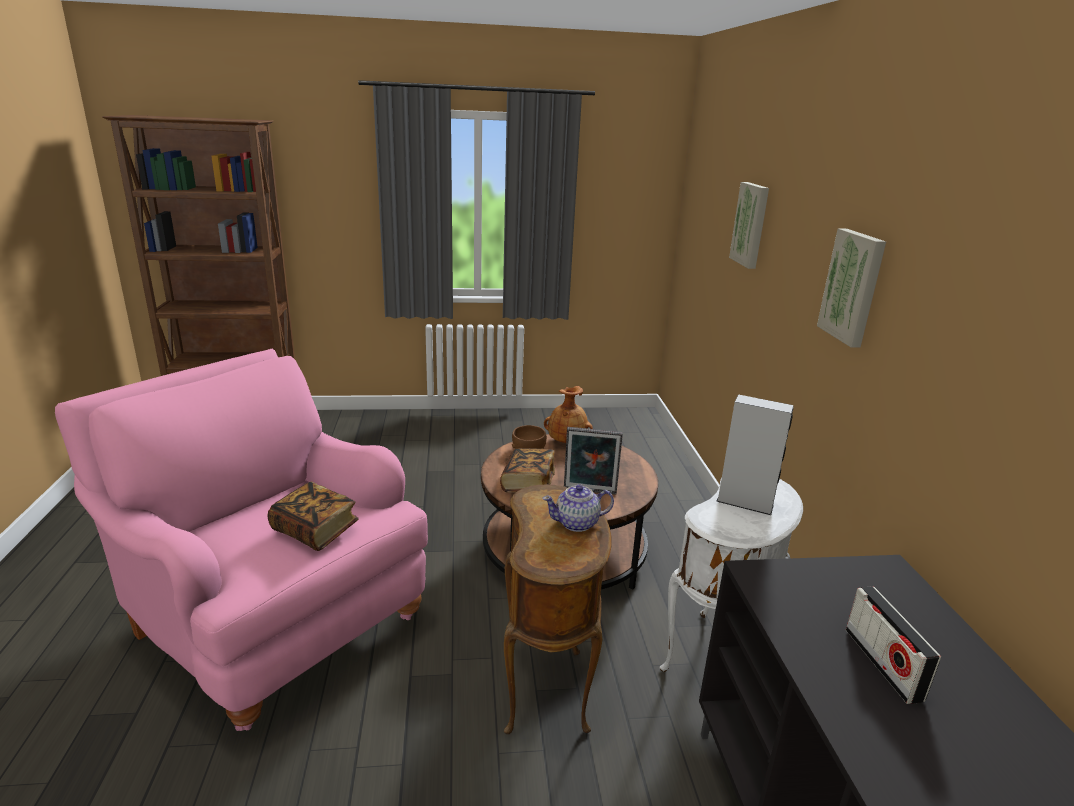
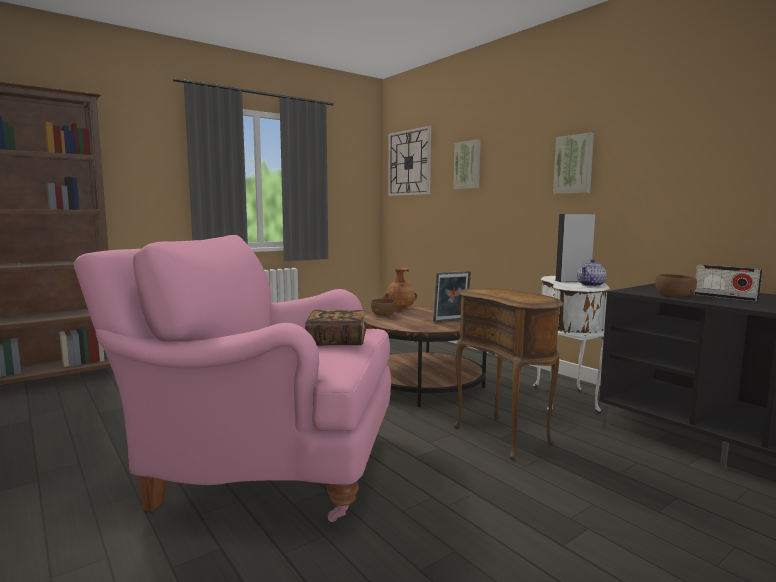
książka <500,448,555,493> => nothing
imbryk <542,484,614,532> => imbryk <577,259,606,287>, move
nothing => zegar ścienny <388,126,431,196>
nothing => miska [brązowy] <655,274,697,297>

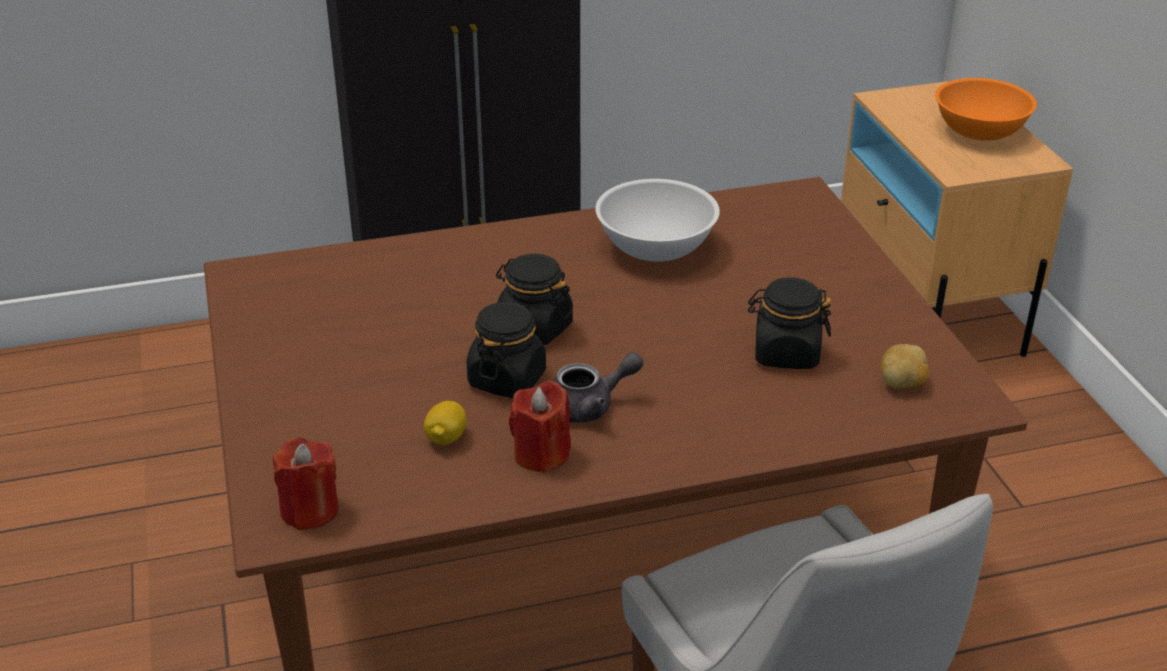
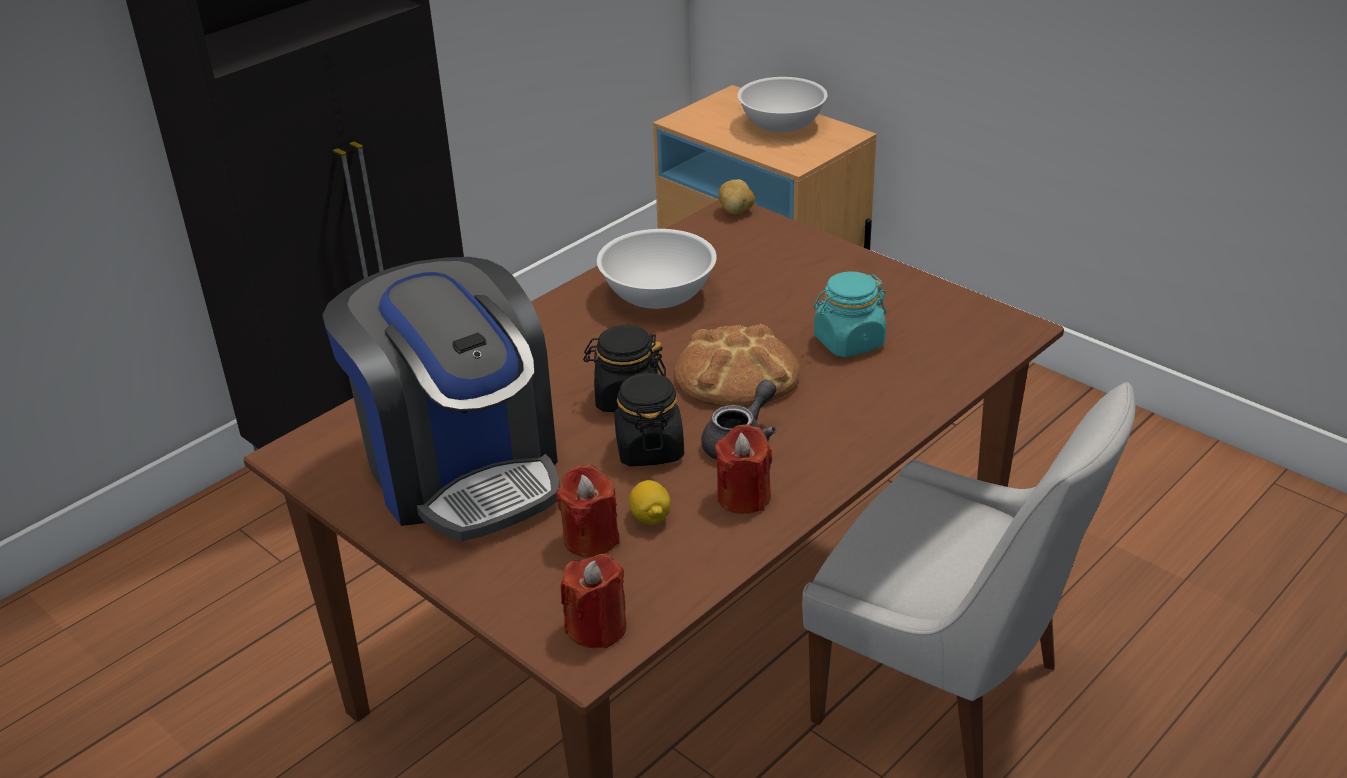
słoik [czarny] <748,277,832,369> => słoik [turkusowy] <813,271,886,357>
ziemniak <881,344,929,389> => ziemniak <718,179,755,215>, move
miska [pomarańczowy] <935,78,1037,141> => miska [biały] <737,77,827,132>
nothing => ekspres do kawy <322,257,560,541>
nothing => świeca [czerwony] <556,465,620,557>
nothing => chleb <675,324,800,407>

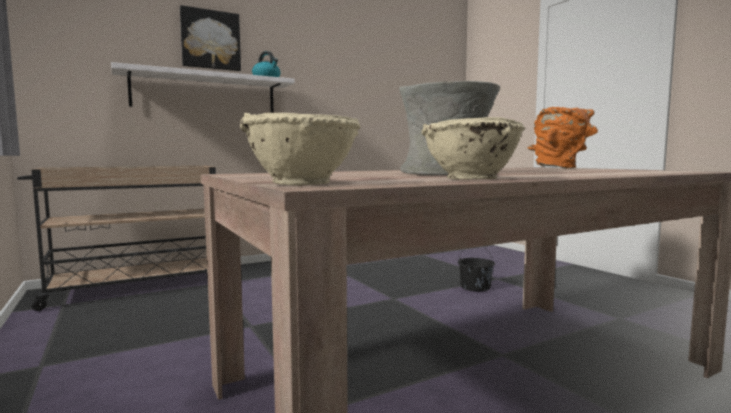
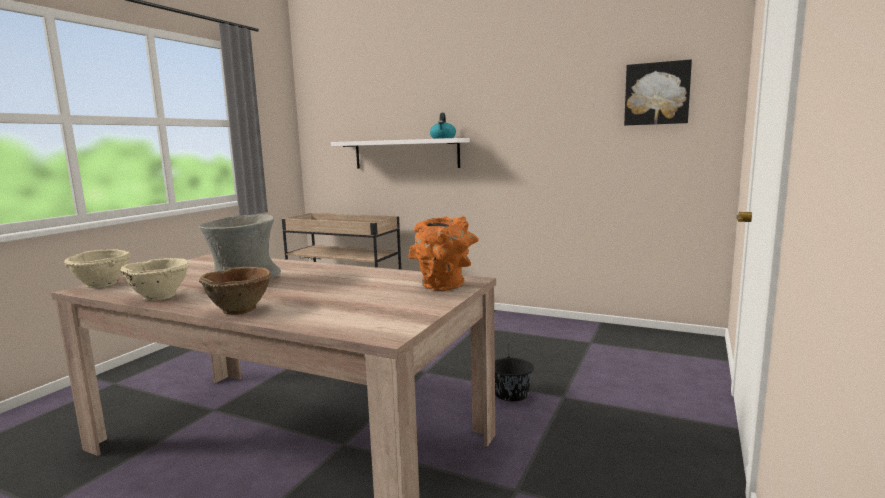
obraz <180,5,241,71> => obraz <624,59,692,125>, move
nothing => miska [brązowy] <199,267,272,315>

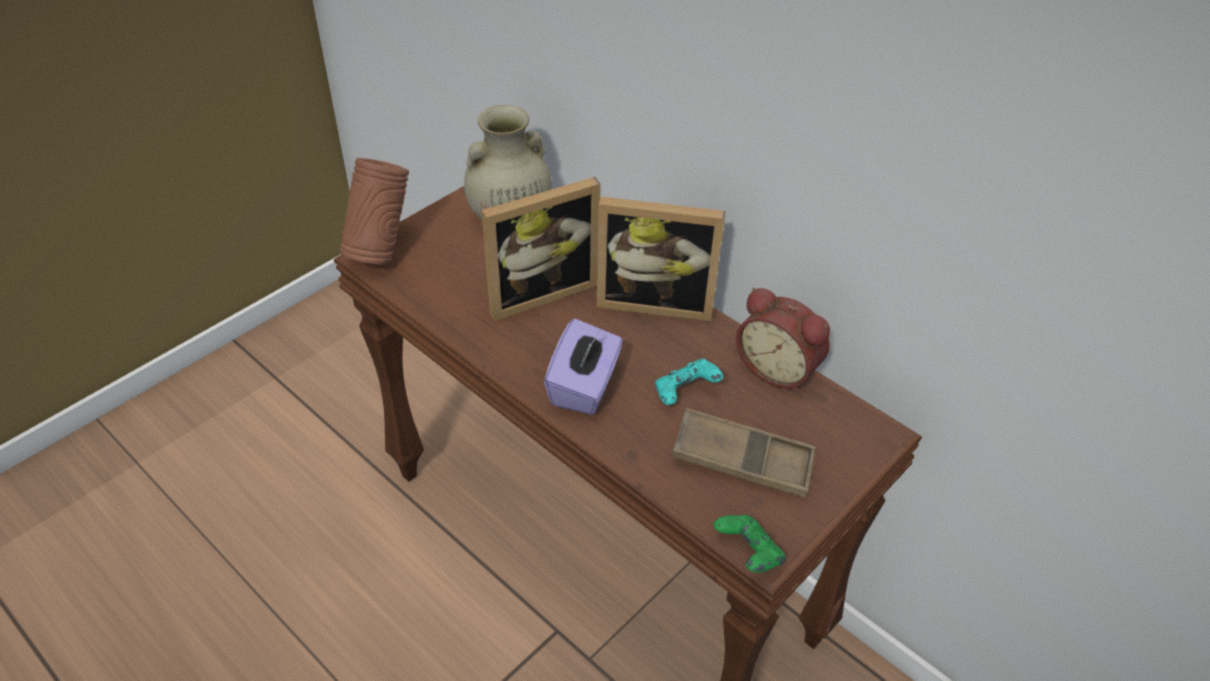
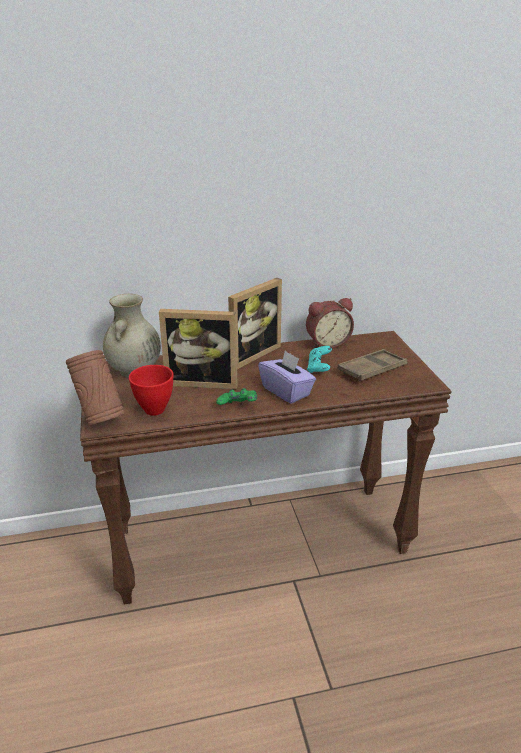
ramka na zdjęcie <481,177,601,321> => ramka na zdjęcie <159,309,238,390>, 90 degrees clockwise
pad do gier [zielony] <714,515,786,573> => pad do gier [zielony] <216,388,257,405>, move
nothing => miska [czerwony] <129,365,174,416>

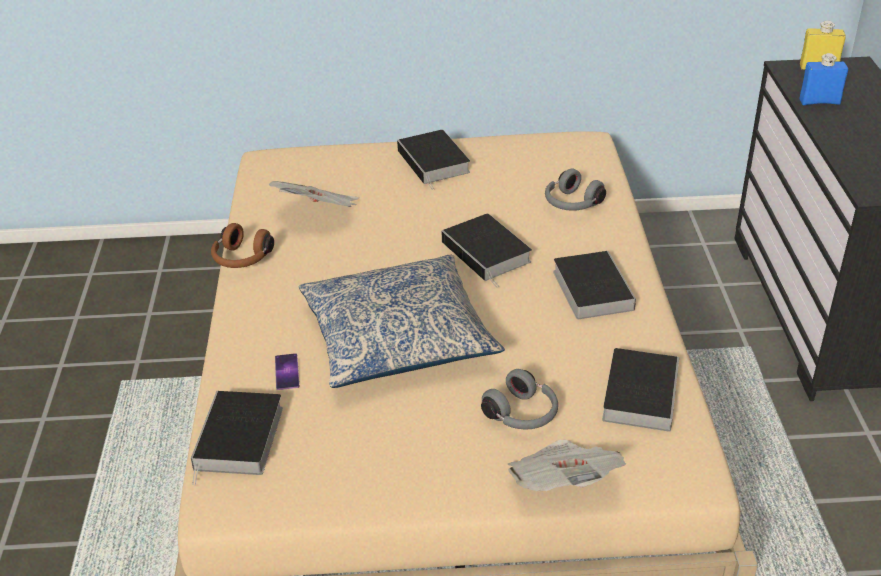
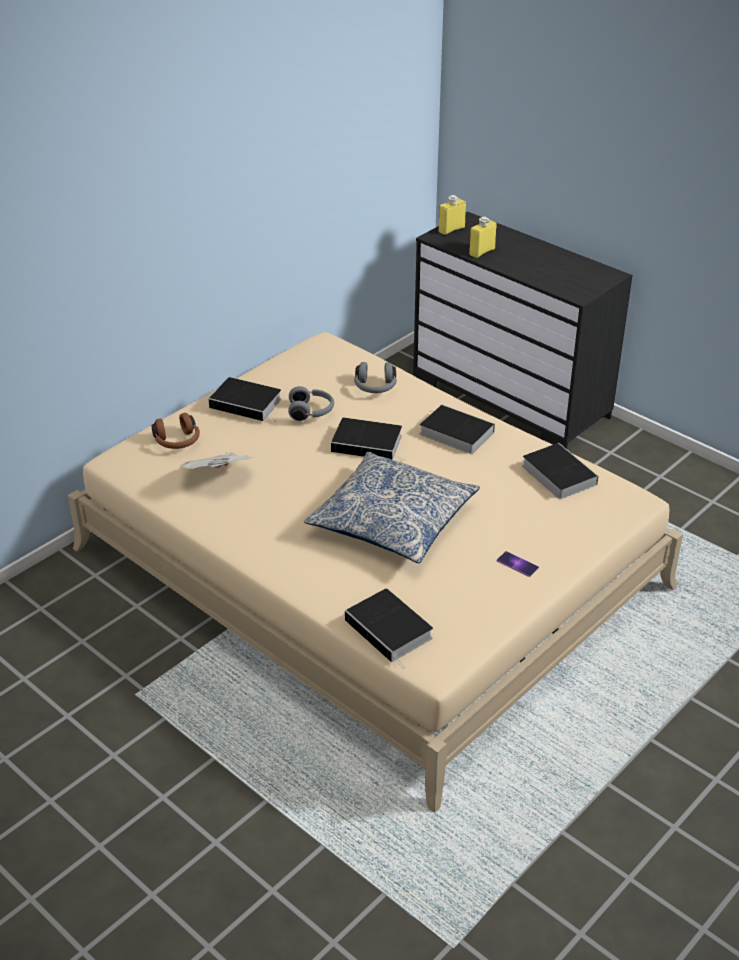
słuchawki [brązowy] <211,223,274,268> => słuchawki [brązowy] <152,413,200,449>, move
telefon <275,353,299,390> => telefon <497,551,539,577>, move
słuchawki [szary] <481,369,558,429> => słuchawki [szary] <288,386,334,421>, move
gazeta <507,439,626,491> => nothing
butelka [niebieski] <800,53,848,105> => butelka [żółty] <469,217,497,258>

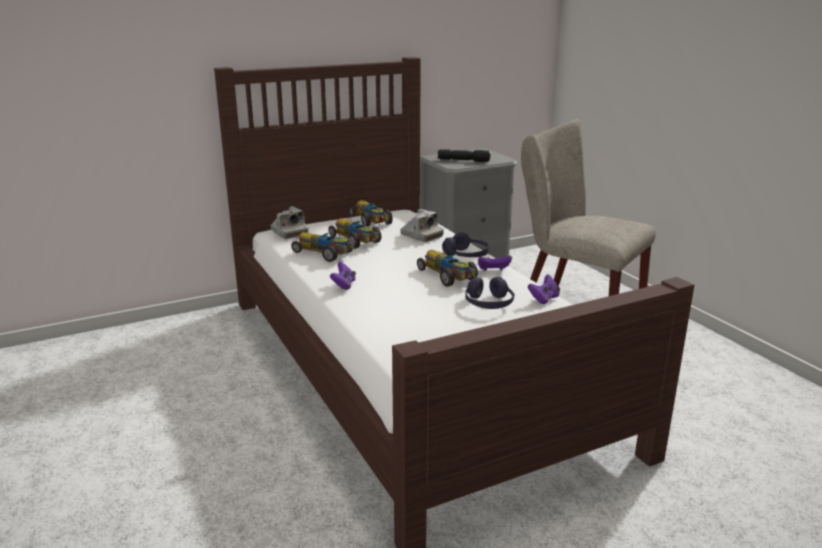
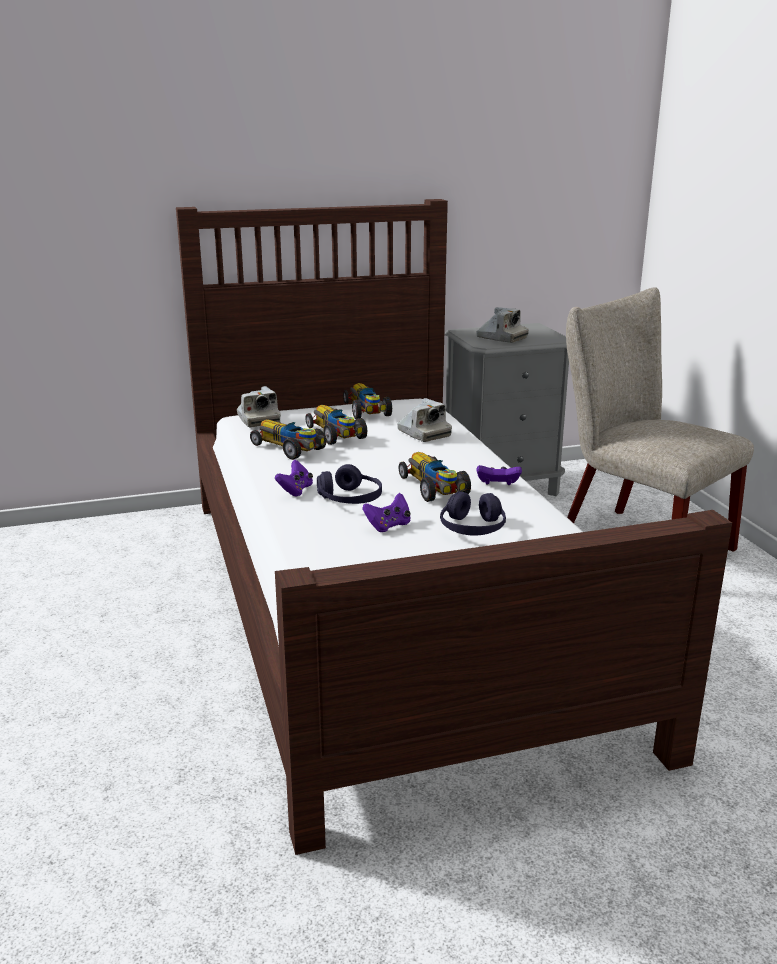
latarka [czarny] <438,149,490,162> => aparat fotograficzny <476,307,529,343>
słuchawki [fioletowy] <442,232,489,257> => słuchawki [fioletowy] <317,464,382,504>, move
pad do gier [fioletowy] <528,274,560,304> => pad do gier [fioletowy] <362,493,410,532>, move

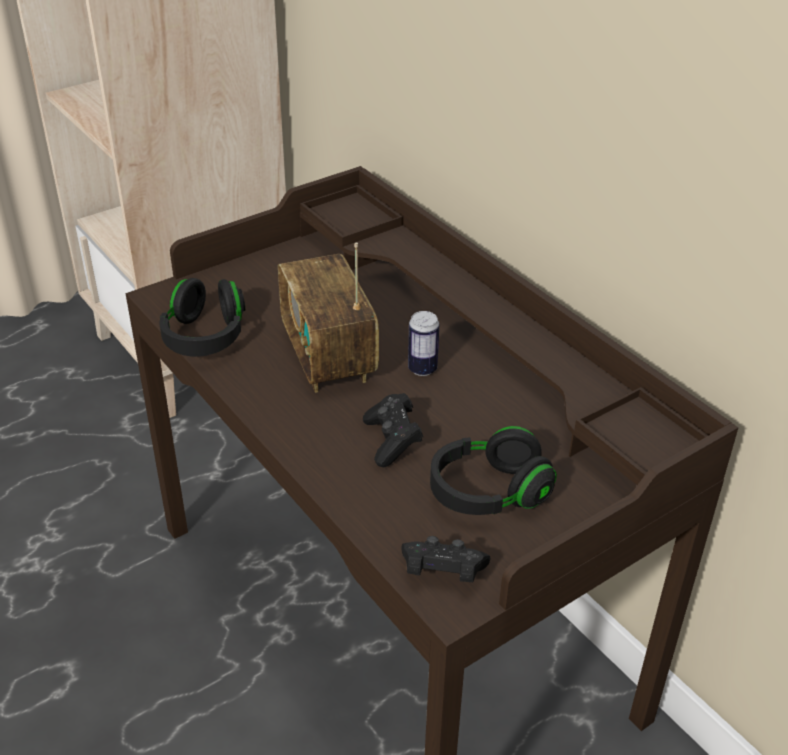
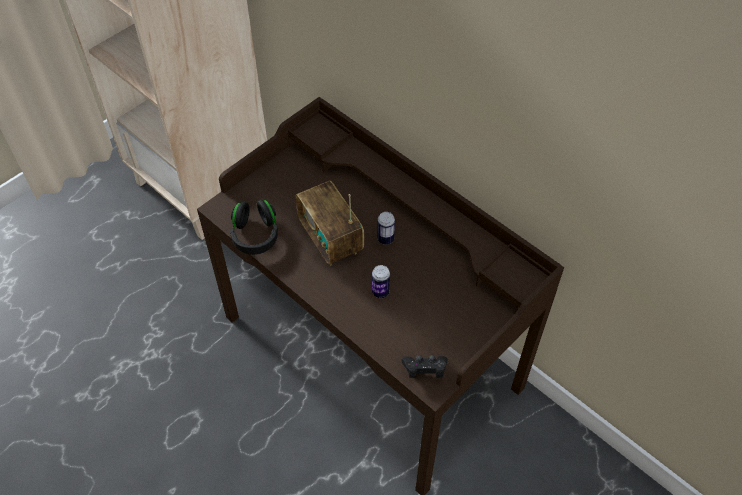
pad do gier [czarny] <363,393,423,467> => puszka <372,265,390,298>
słuchawki [czarny] <430,426,557,515> => nothing

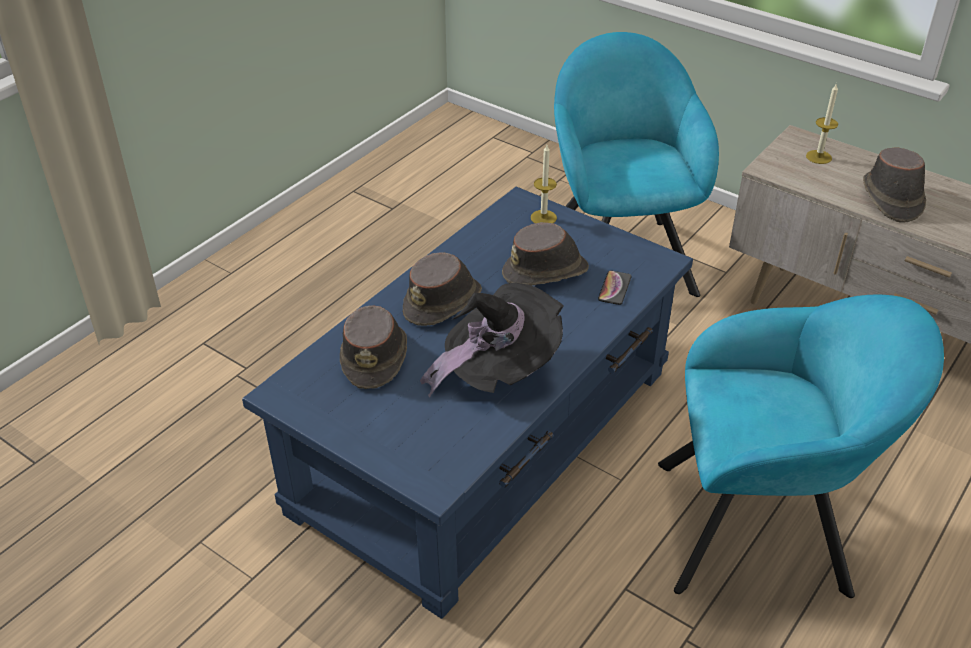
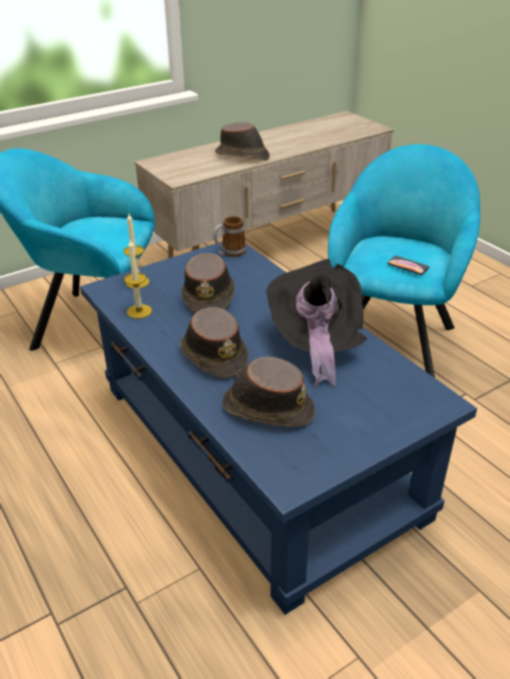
telefon <598,270,631,305> => telefon <387,256,429,275>, move
świeca <806,83,838,164> => świeca <124,240,152,319>, move
nothing => kubek <213,216,246,257>

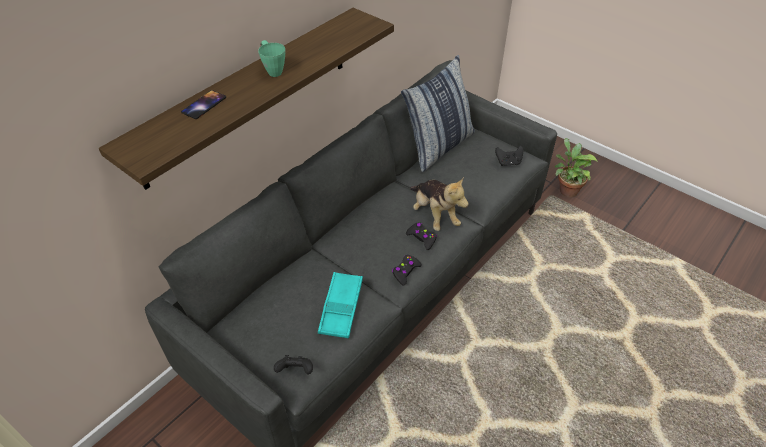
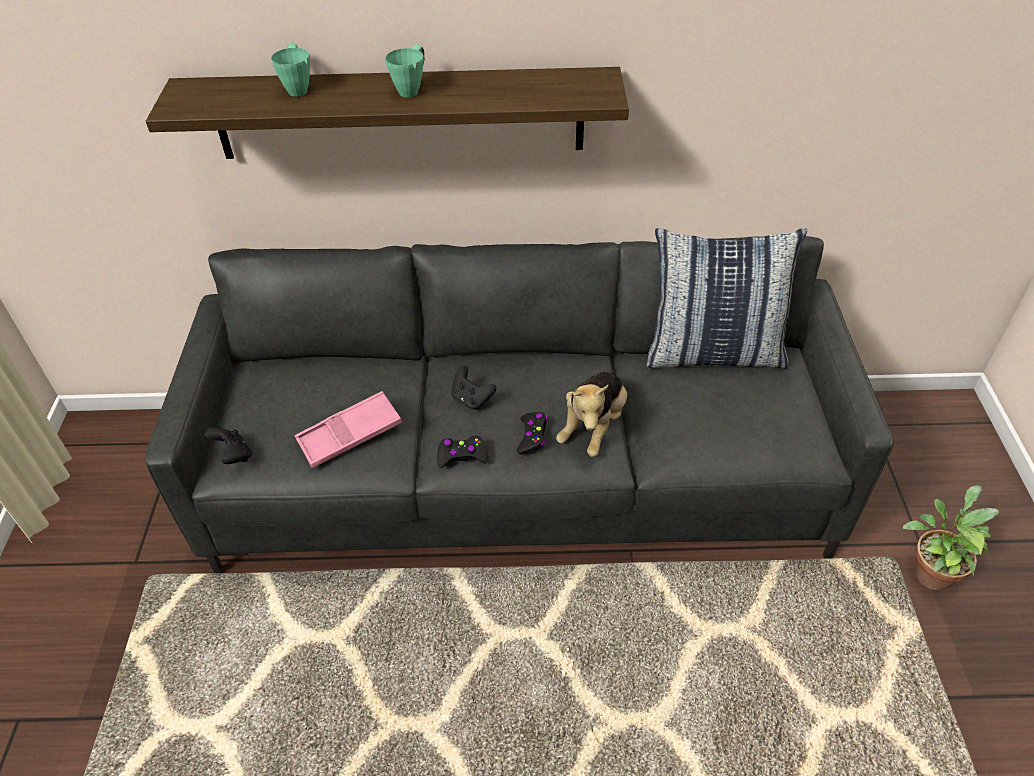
telefon <181,90,226,119> => kubek [zielony] <271,44,310,97>
taca [turkusowy] <318,272,363,338> => taca [różowy] <295,391,402,468>
pad do gier [czarny] <495,146,523,166> => pad do gier [czarny] <451,366,496,410>, move

